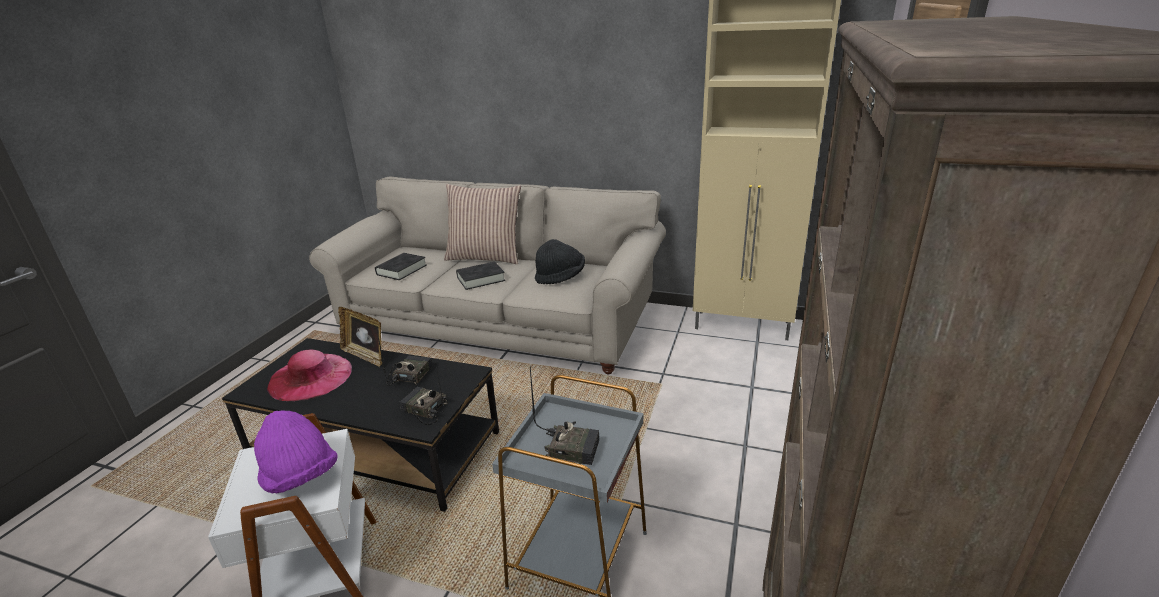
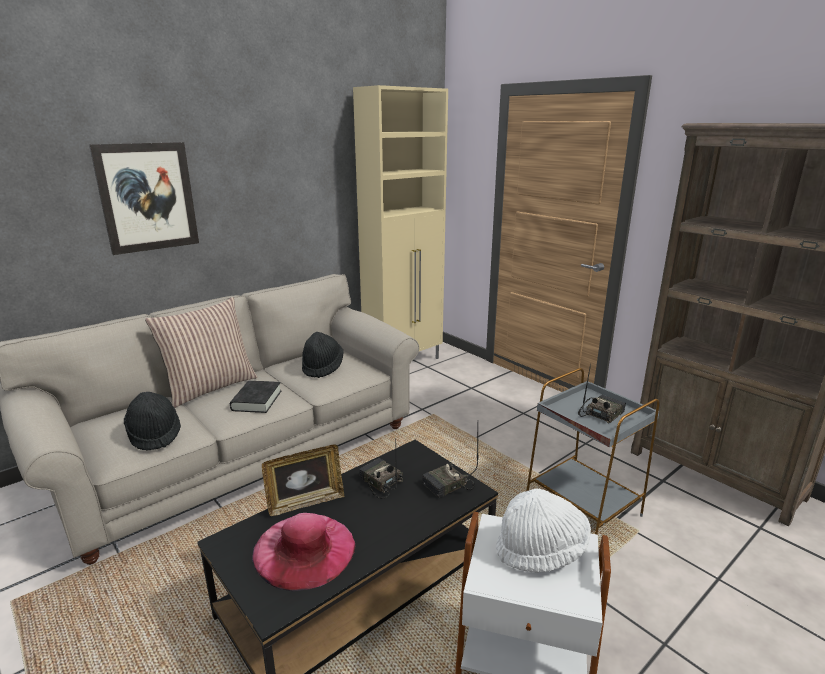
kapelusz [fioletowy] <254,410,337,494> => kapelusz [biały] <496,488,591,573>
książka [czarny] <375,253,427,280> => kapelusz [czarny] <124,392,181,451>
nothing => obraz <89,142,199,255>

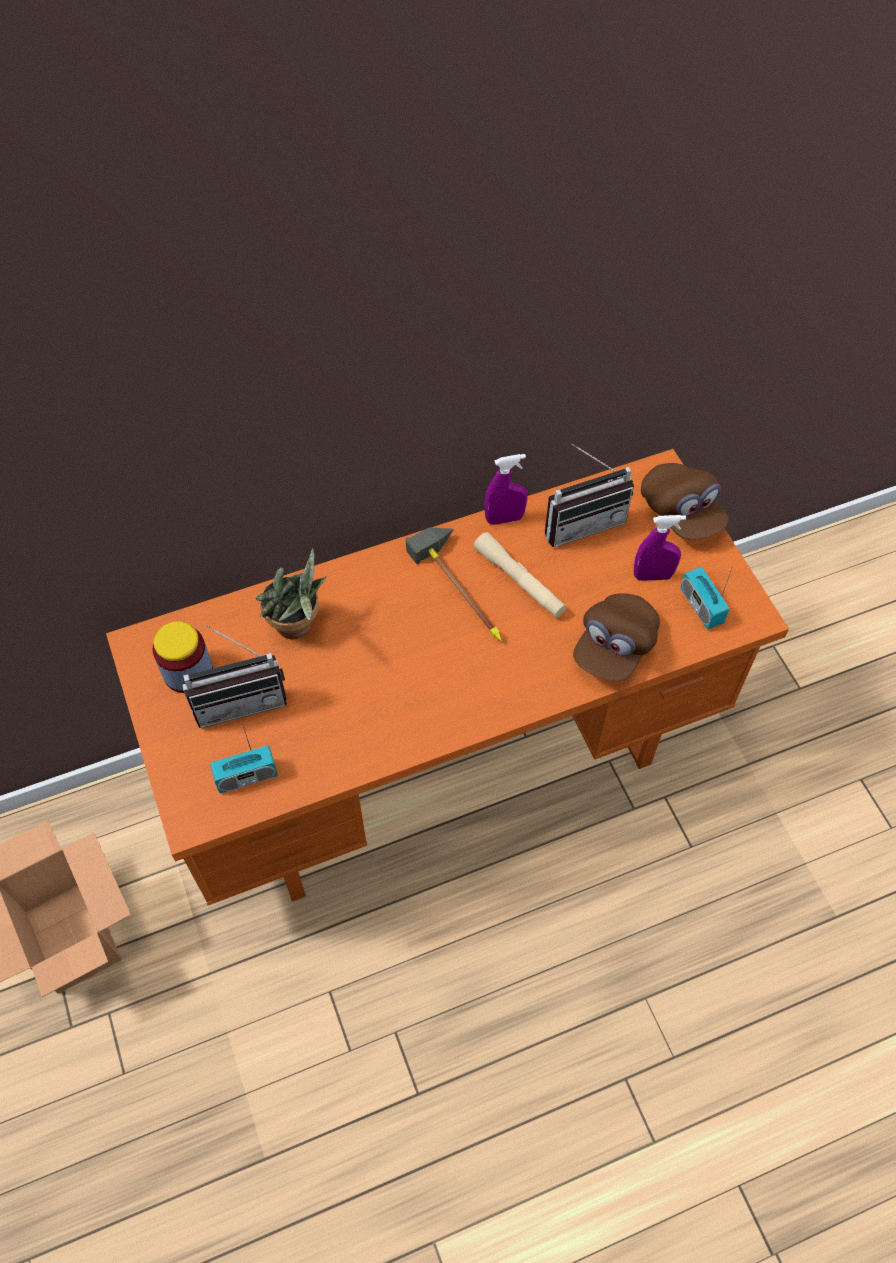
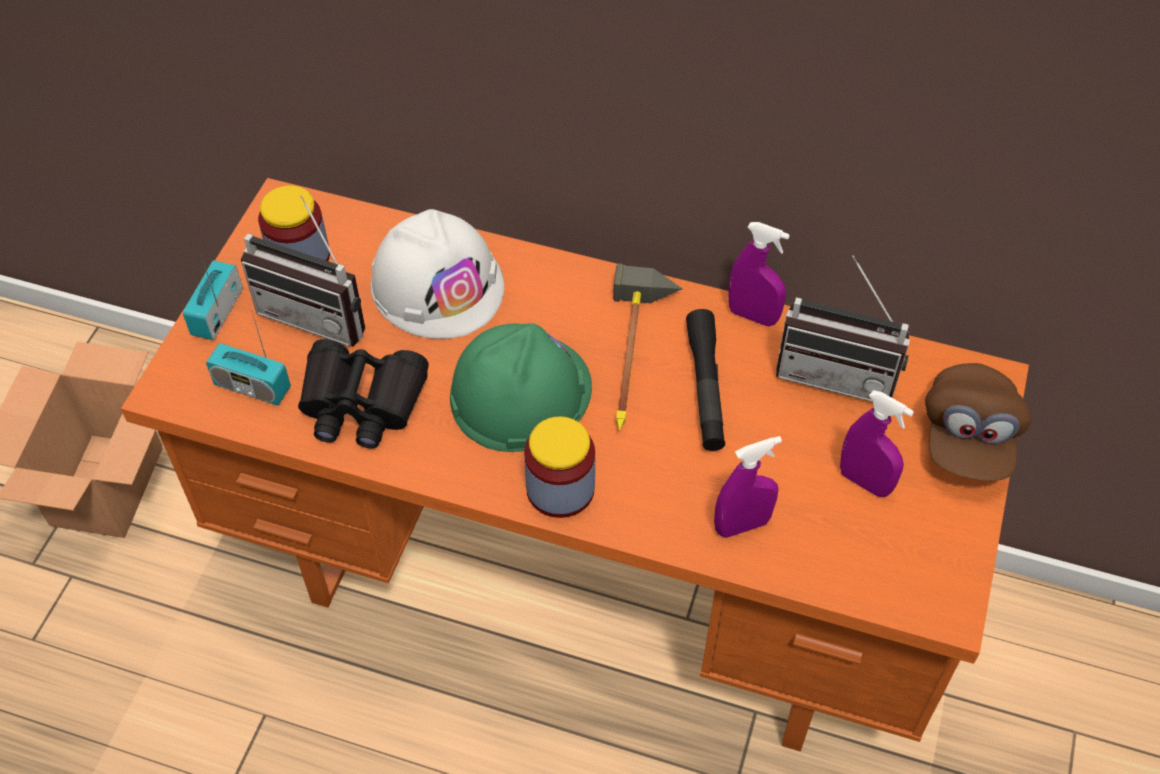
roślina doniczkowa <255,548,327,639> => kask [biały] <370,209,504,339>
latarka [beżowy] <474,532,567,618> => latarka [czarny] <686,309,725,451>
czapka z daszkiem [brązowy] <573,593,660,681> => spryskiwacz [fioletowy] <714,436,782,538>
radio <680,564,734,629> => radio <183,256,243,340>, move
nothing => lornetka [czarny] <298,339,429,449>
nothing => kask [zielony] <450,323,592,452>
nothing => słoik <524,416,595,518>

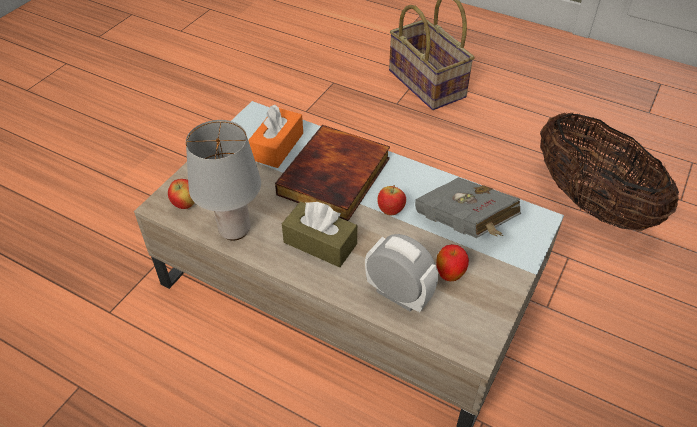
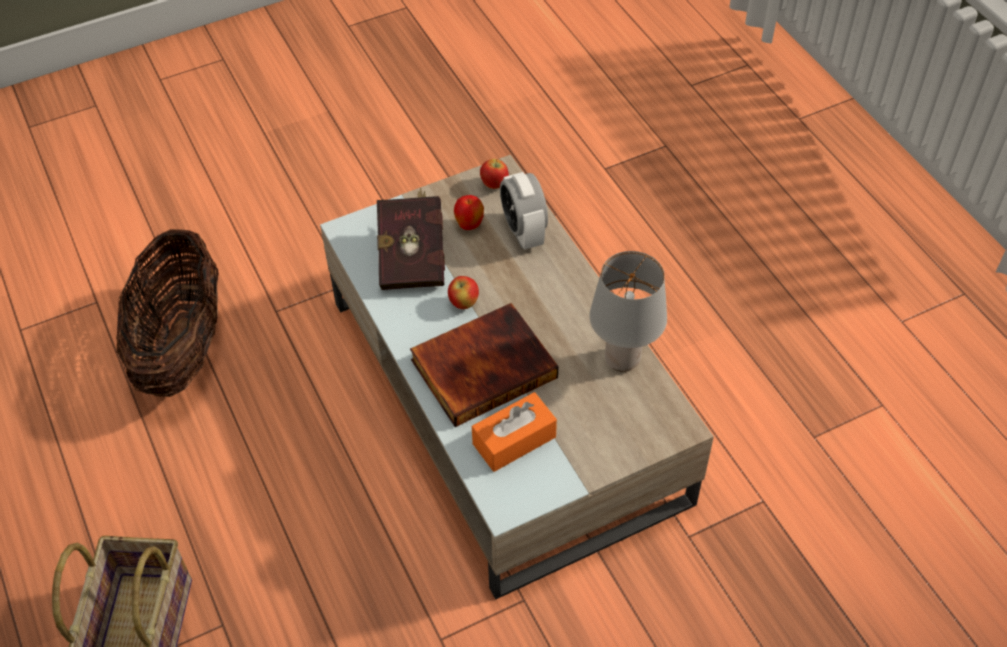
jabłko <168,179,195,209> => jabłko <480,159,509,189>, move
pudełko chusteczek [brązowy] <282,202,357,267> => nothing
książka [szary] <415,177,521,238> => książka [czerwony] <377,188,445,290>

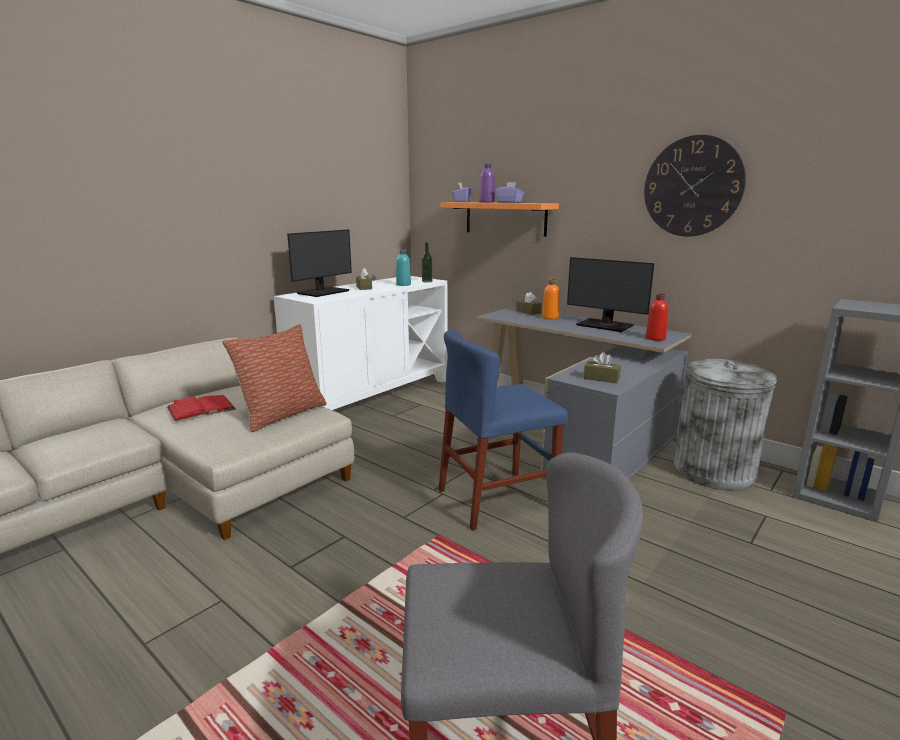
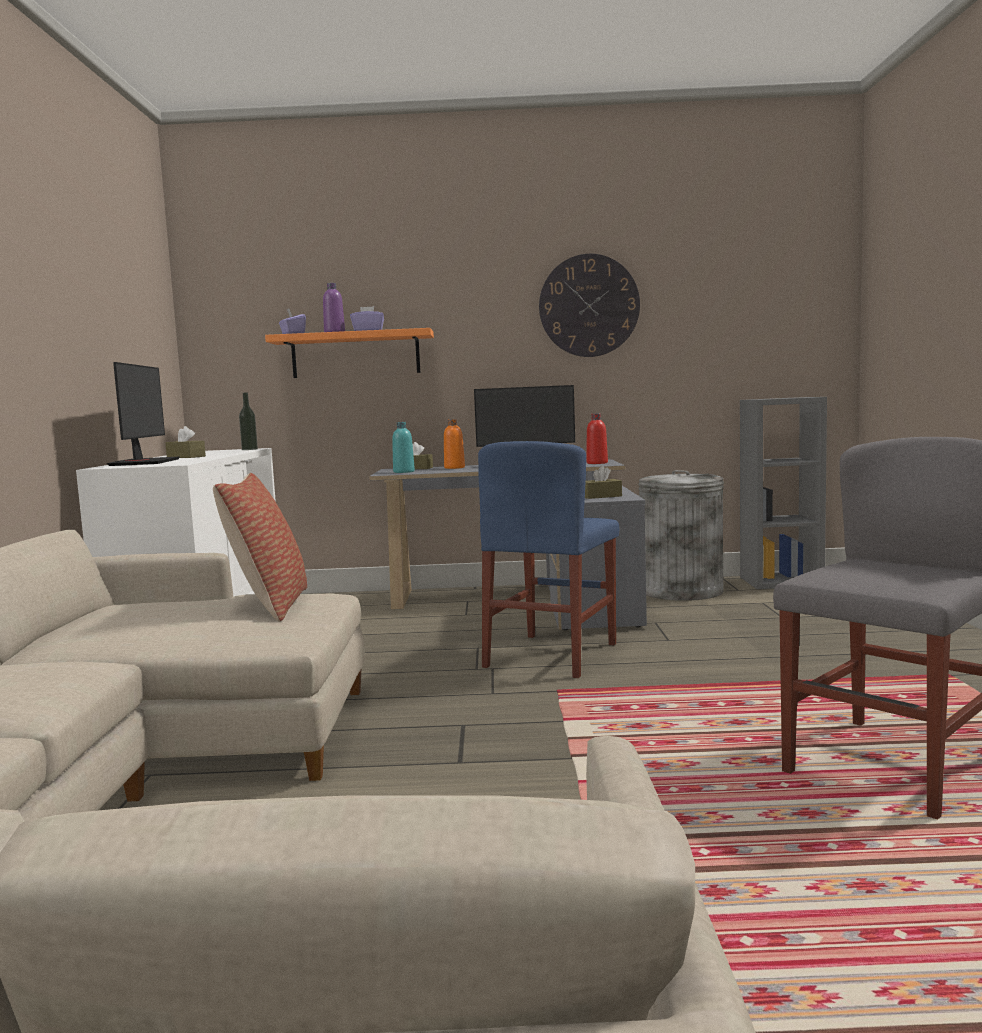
książka [czerwony] <167,395,236,421> => nothing
butelka [turkusowy] <396,250,411,286> => butelka [turkusowy] <392,422,415,473>, move

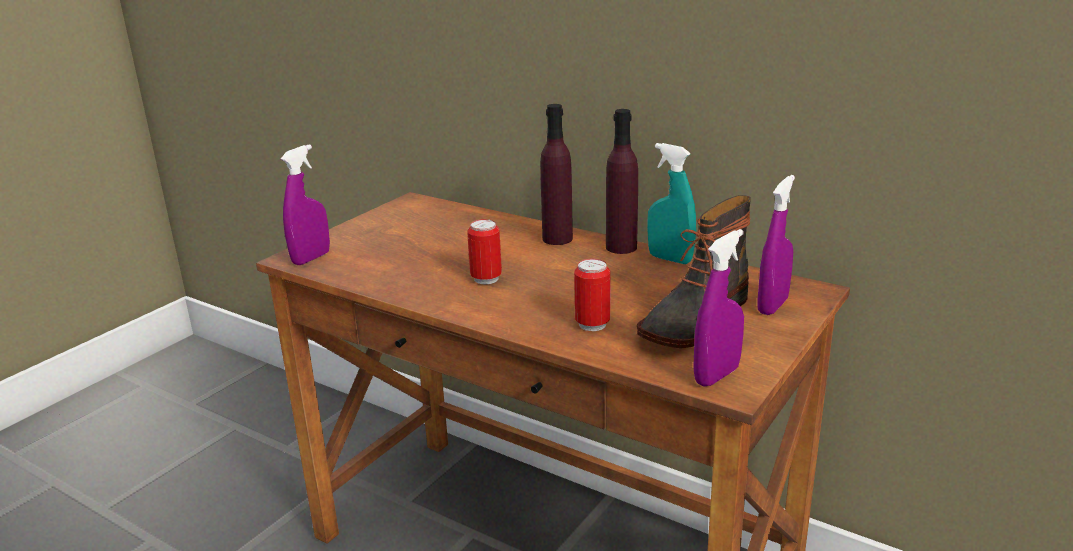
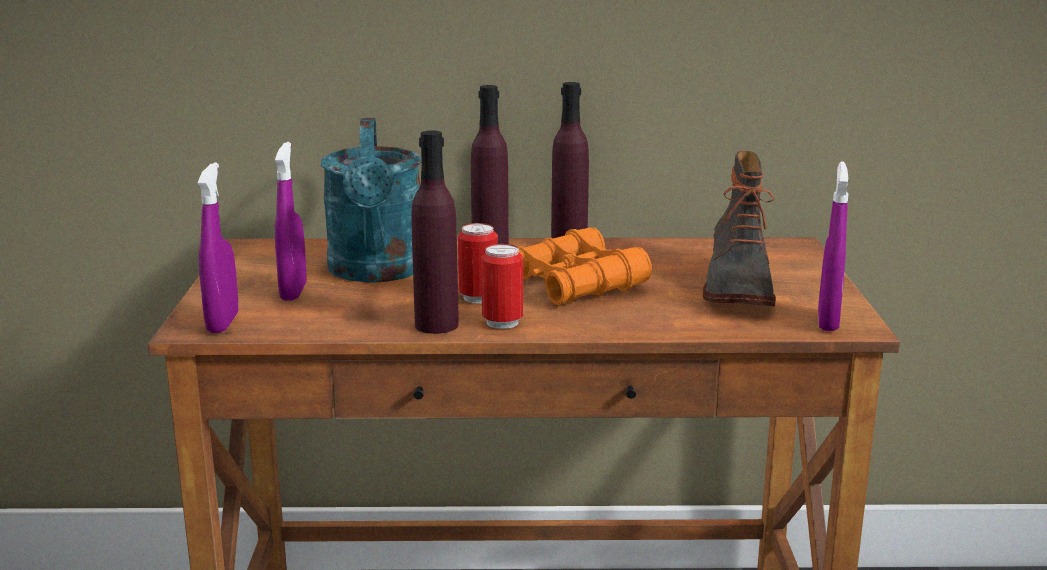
puszka <574,259,610,331> => puszka <481,244,523,329>, move
spryskiwacz [turkusowy] <647,143,696,264> => nothing
spryskiwacz [fioletowy] <757,175,795,315> => spryskiwacz [fioletowy] <275,142,307,301>, move
nothing => konewka [turkusowy] <321,118,421,282>
nothing => butelka [fioletowy] <411,130,459,334>
nothing => lornetka [pomarańczowy] <518,227,652,305>

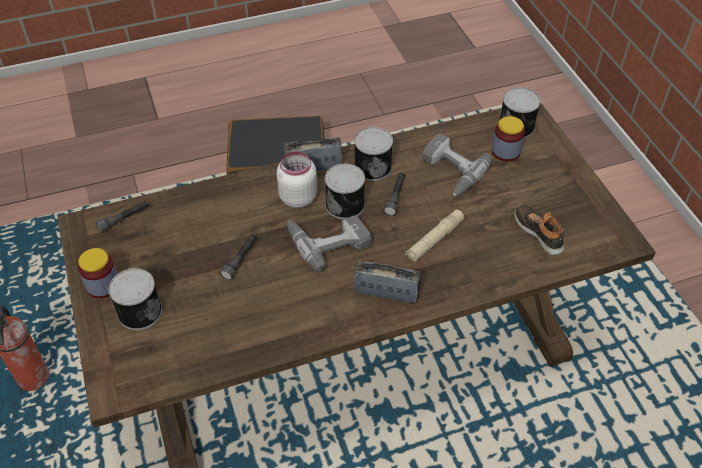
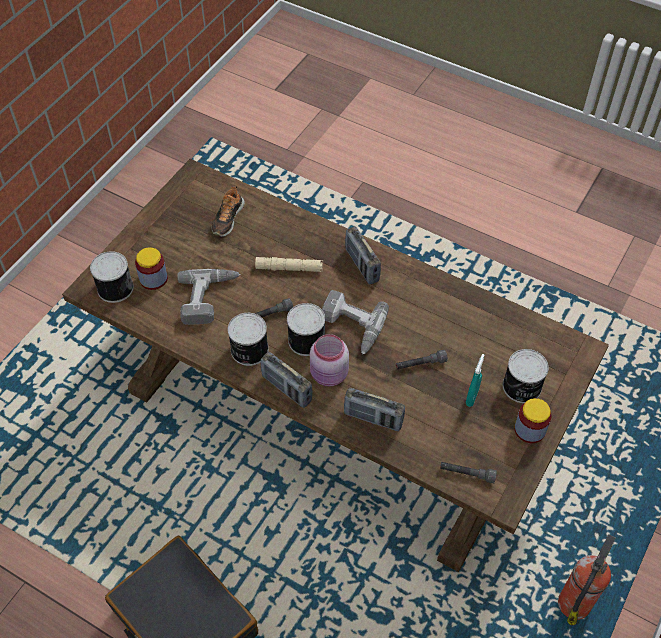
słoik [biały] <276,152,317,208> => słoik [różowy] <310,334,349,386>
nothing => radio <344,388,405,431>
nothing => spryskiwacz [turkusowy] <466,354,484,407>

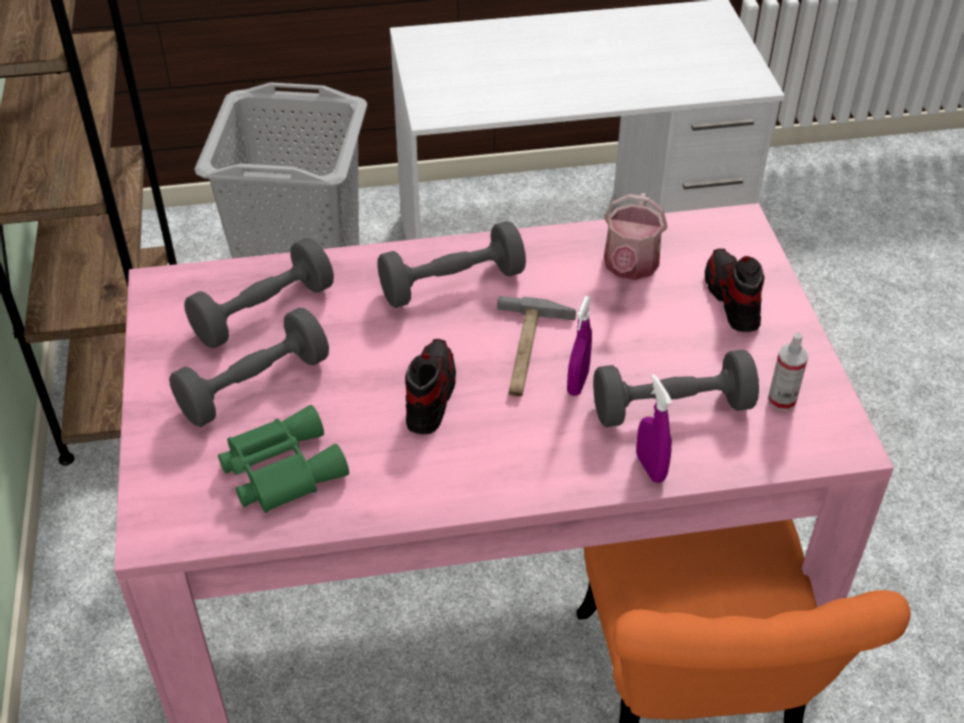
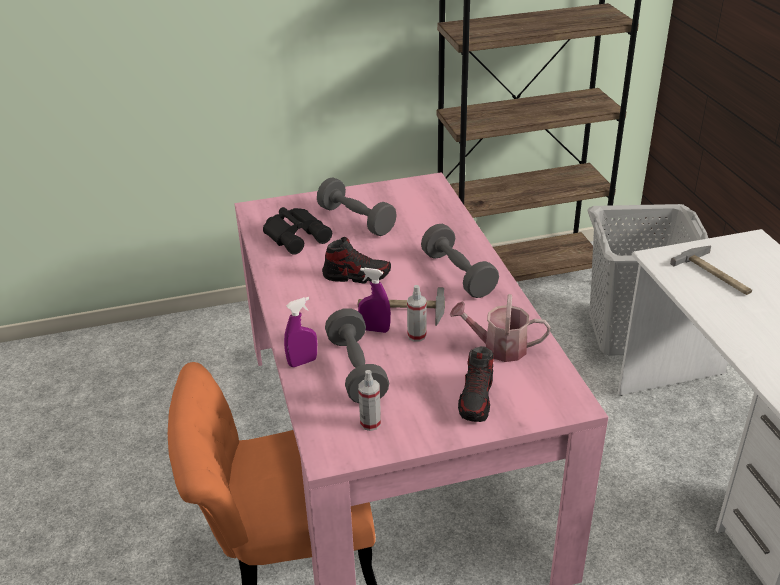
hantel [szary] <184,238,334,348> => nothing
lornetka [zielony] <218,405,349,513> => lornetka [czarny] <263,207,332,255>
but <705,249,765,332> => but <458,346,494,422>, 120 degrees clockwise
nothing => spryskiwacz <407,285,427,342>
nothing => młotek <670,246,752,295>

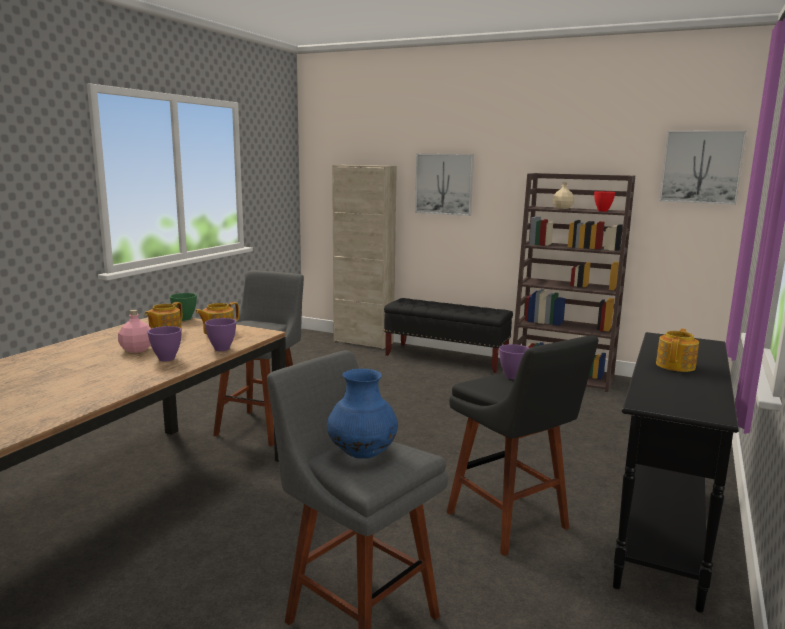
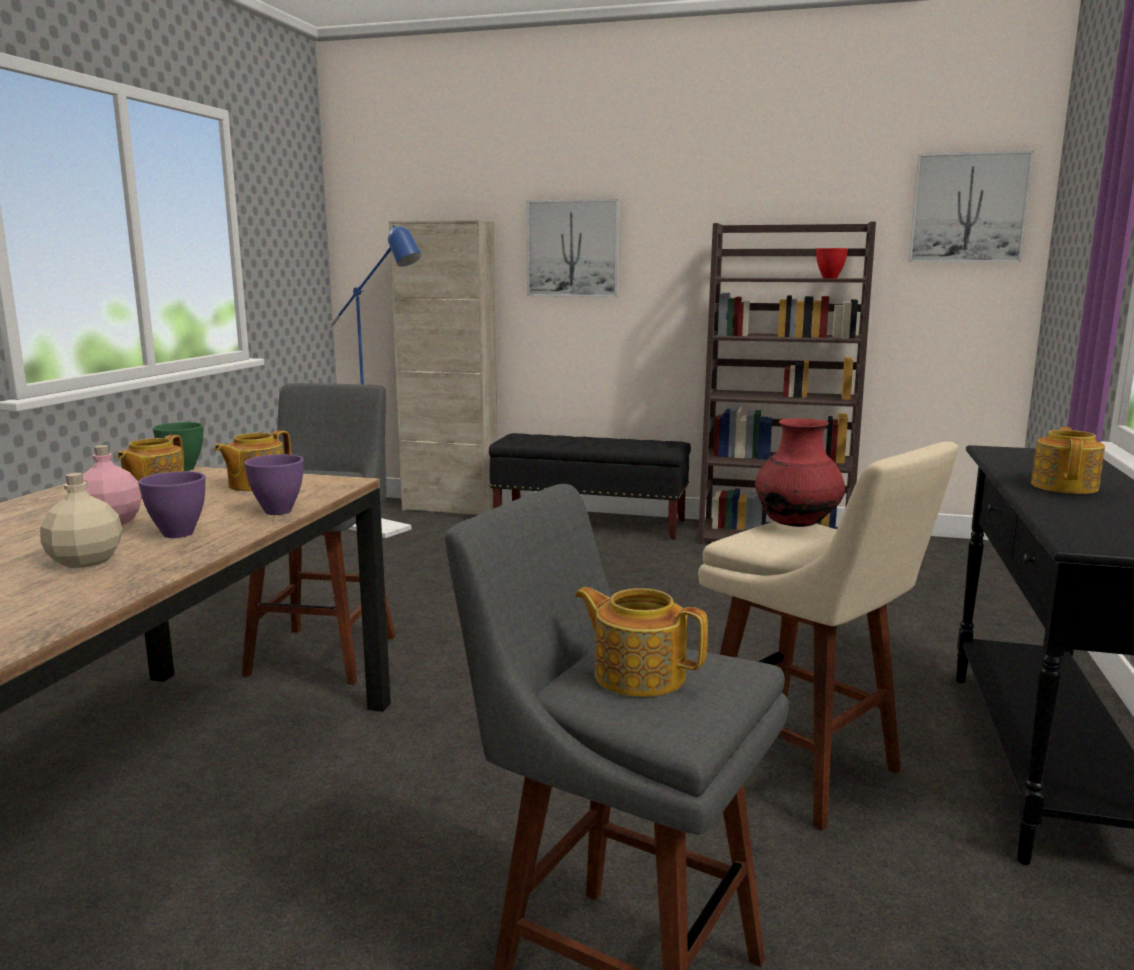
wazon [niebieski] <327,369,398,459> => imbryk <575,587,708,697>
stołek [czarny] <447,335,599,556> => stołek [beżowy] <698,441,958,831>
miska [fioletowy] <499,344,529,379> => wazon [czerwony] <755,418,845,527>
butelka [beżowy] <553,182,574,209> => butelka [beżowy] <40,473,122,568>, move
nothing => lampa stojąca [niebieski] <330,224,422,538>

